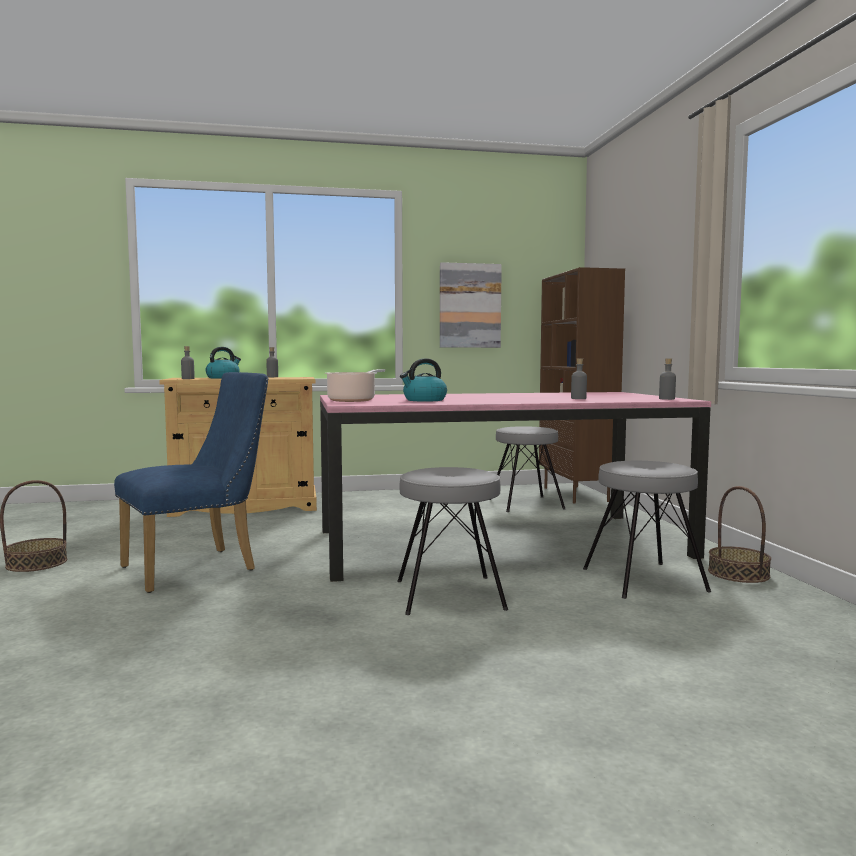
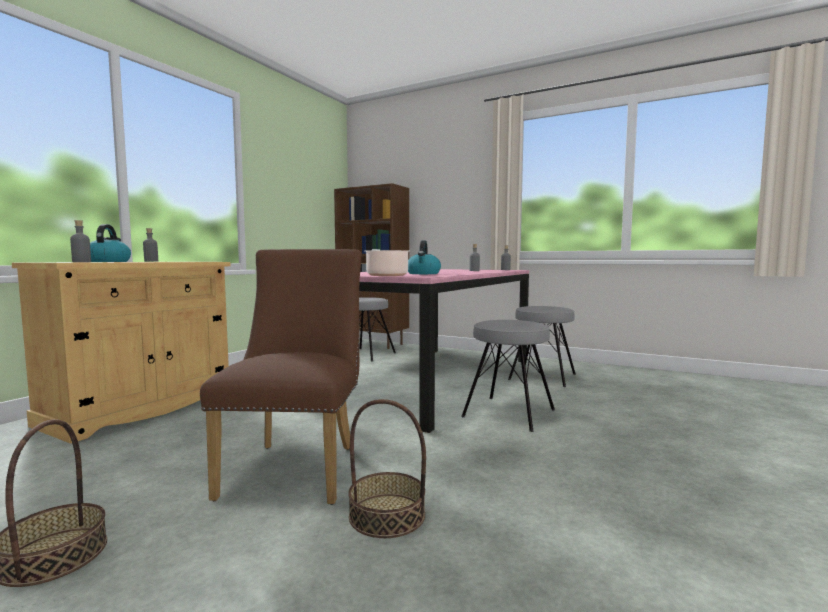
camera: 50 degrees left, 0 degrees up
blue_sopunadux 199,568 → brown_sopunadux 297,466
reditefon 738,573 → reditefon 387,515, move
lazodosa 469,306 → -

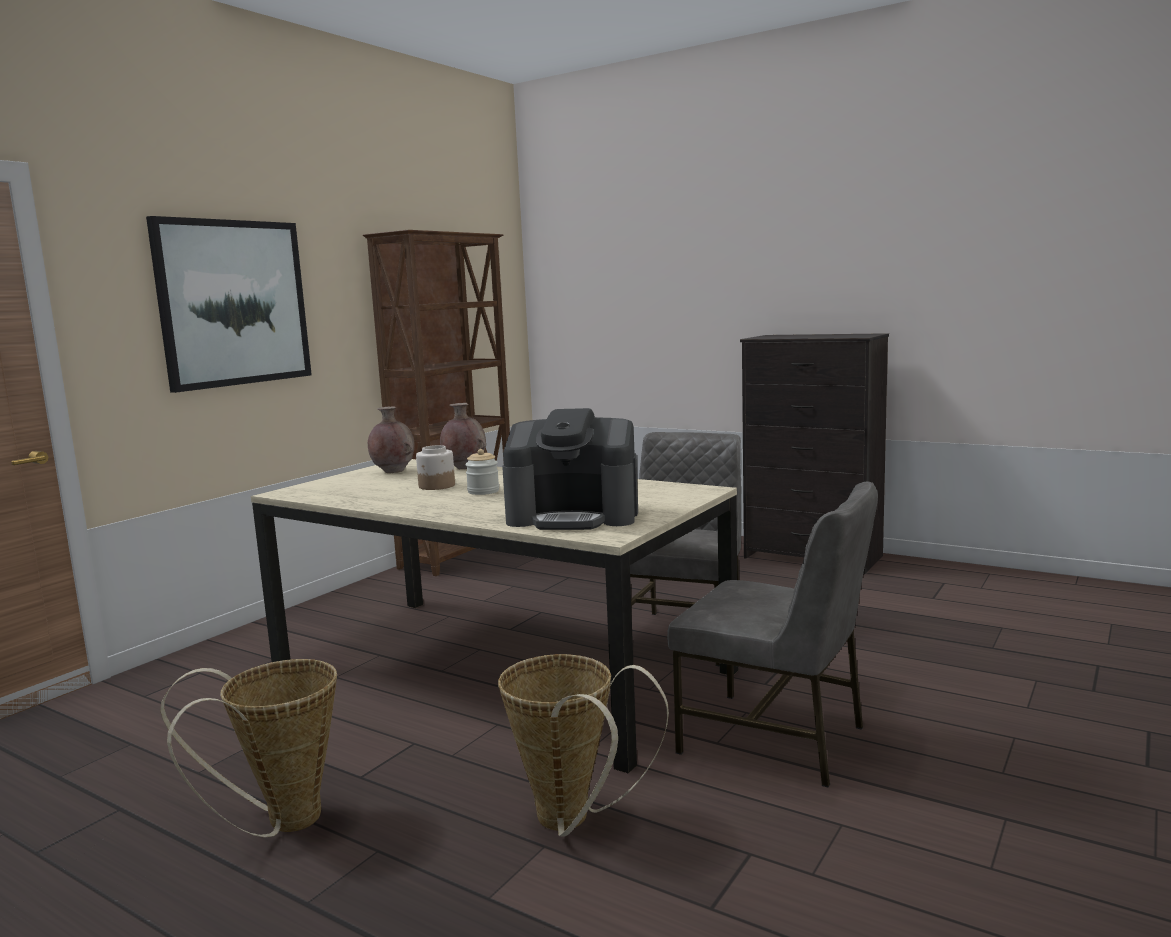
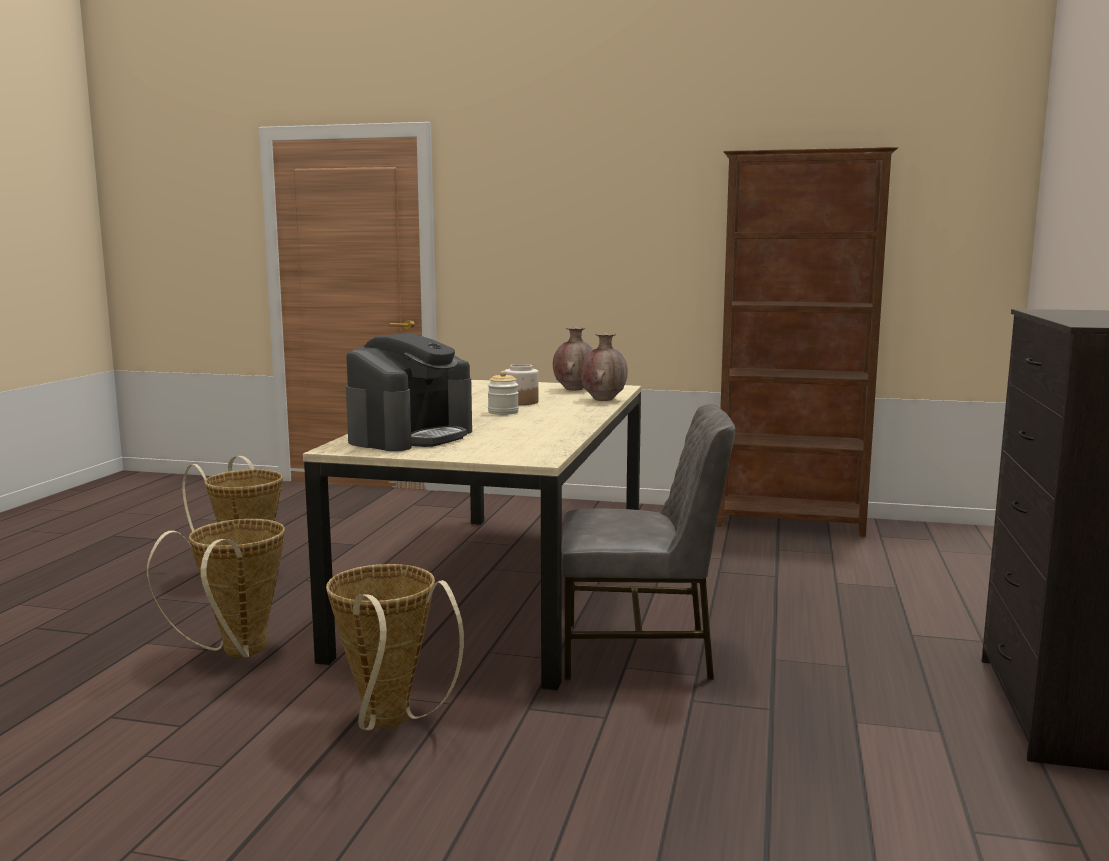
camera: 70 degrees right, 0 degrees up
grey_sopunadux 775,739 → reditefon 390,723
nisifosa 574,516 → nisifosa 411,436, 135 degrees counterclockwise
lazodosa 233,303 → -

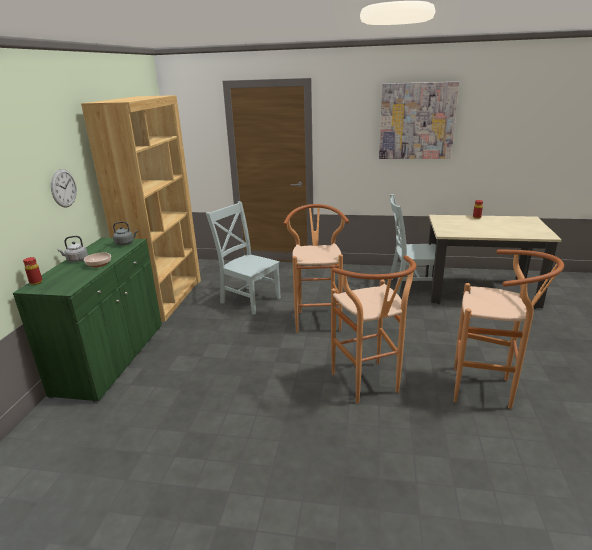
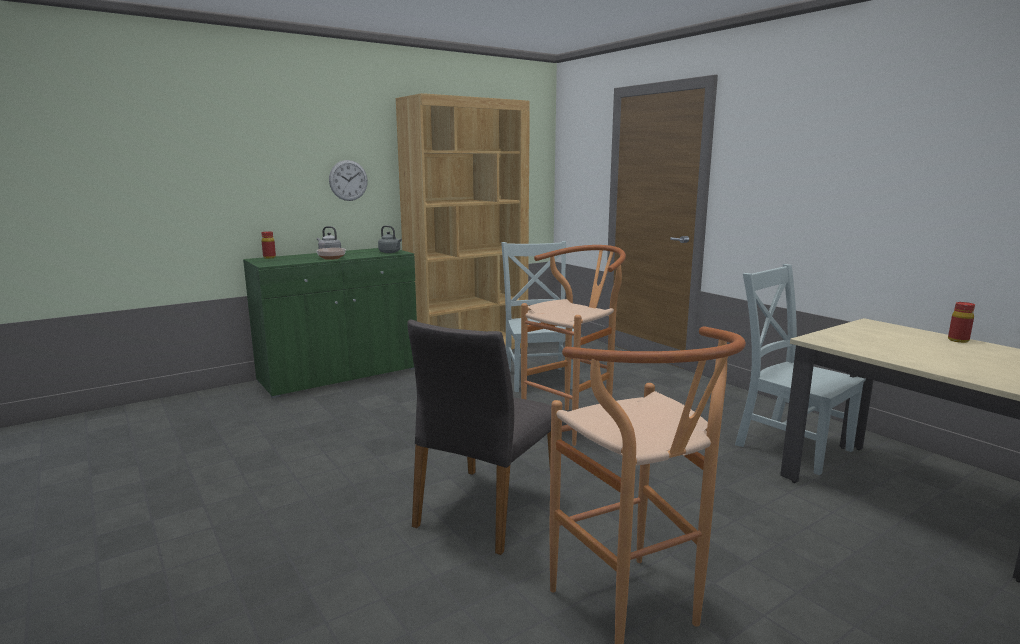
camera: 45 degrees right, 10 degrees down
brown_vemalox 369,386 → grey_sopunadux 485,509
lazodosa 417,121 → -

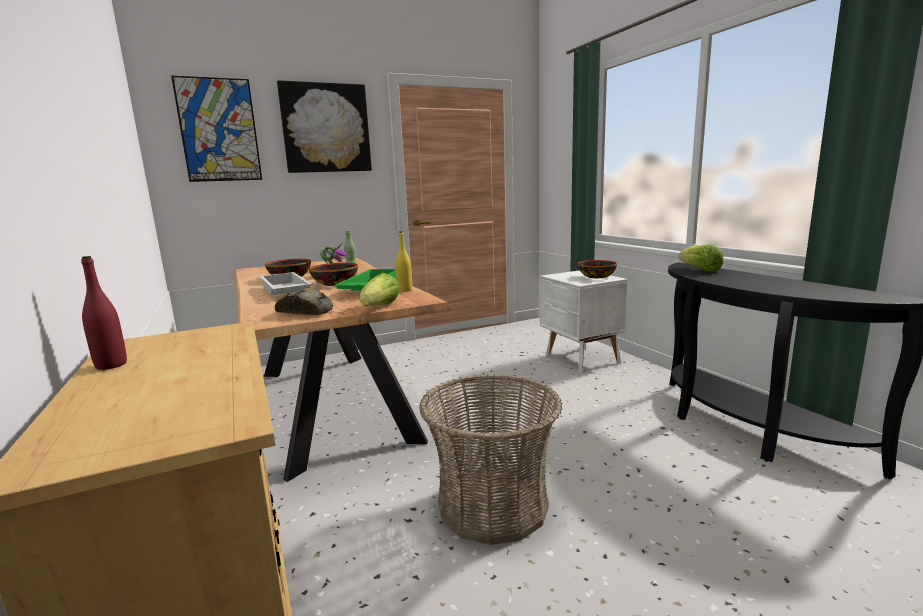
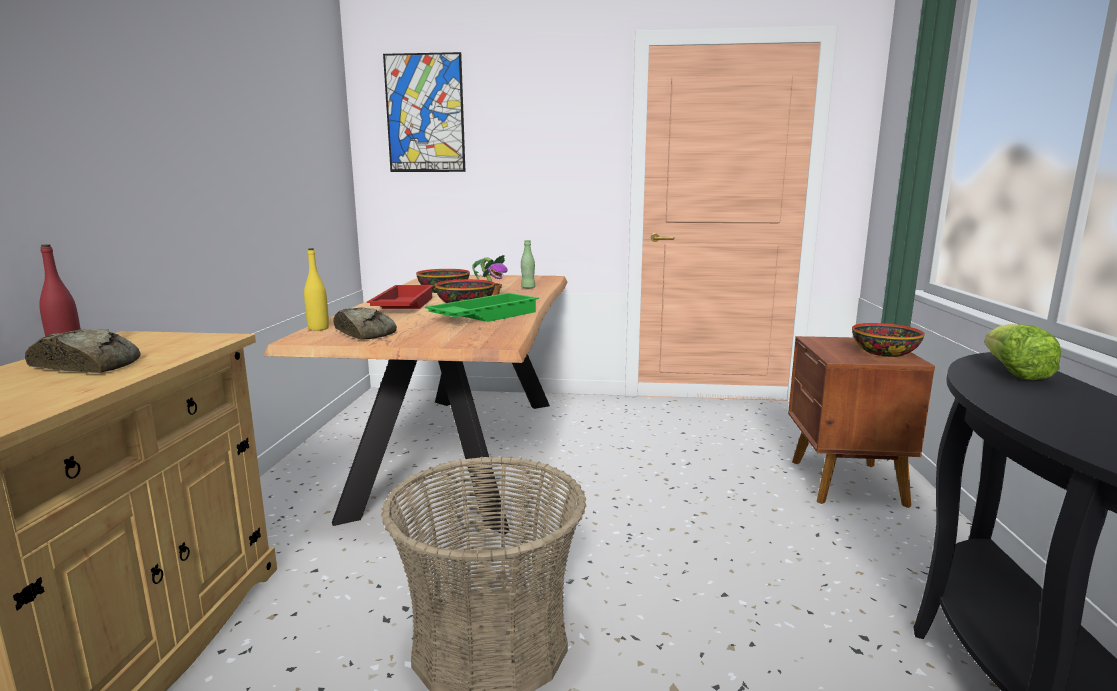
camera: 30 degrees right, 0 degrees up
- → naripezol 88,365
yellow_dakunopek 404,290 → yellow_dakunopek 318,328, move
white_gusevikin 284,291 → red_gusevikin 402,306
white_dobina 581,359 → brown_dobina 845,483
lazodosa 326,128 → -
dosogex 380,307 → -

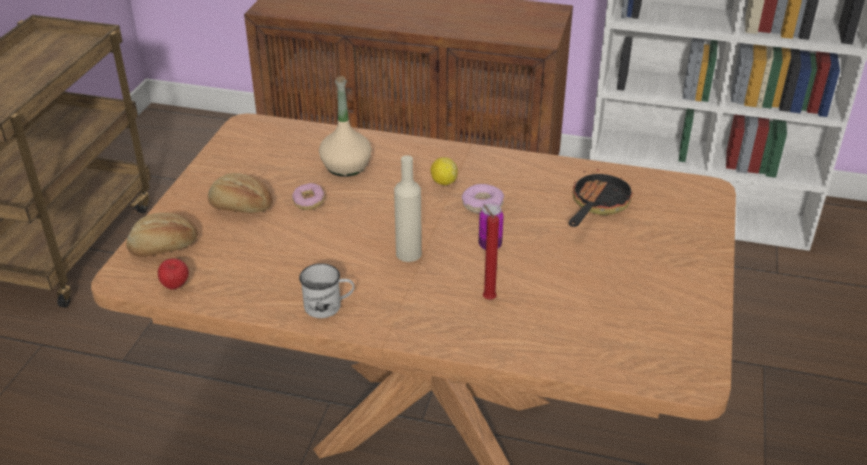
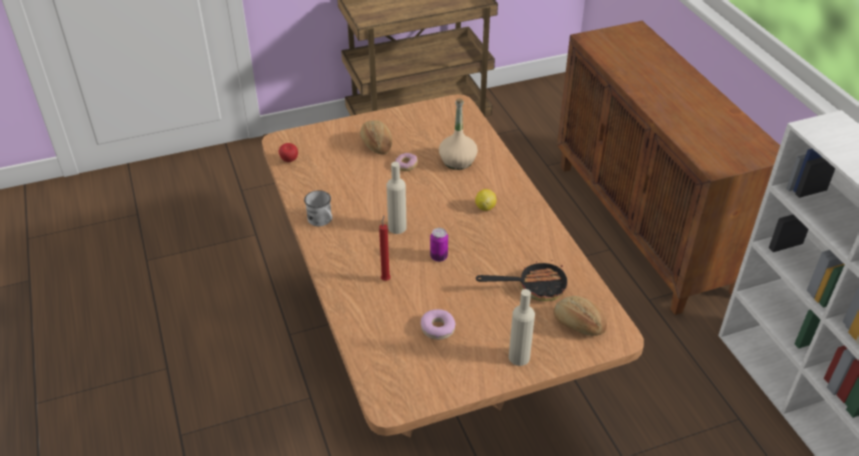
camera: 55 degrees right, 5 degrees up
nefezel 482,204 → nefezel 437,328, move
- → beige_dakunopek 519,357
naripezol 164,248 → naripezol 578,325, move

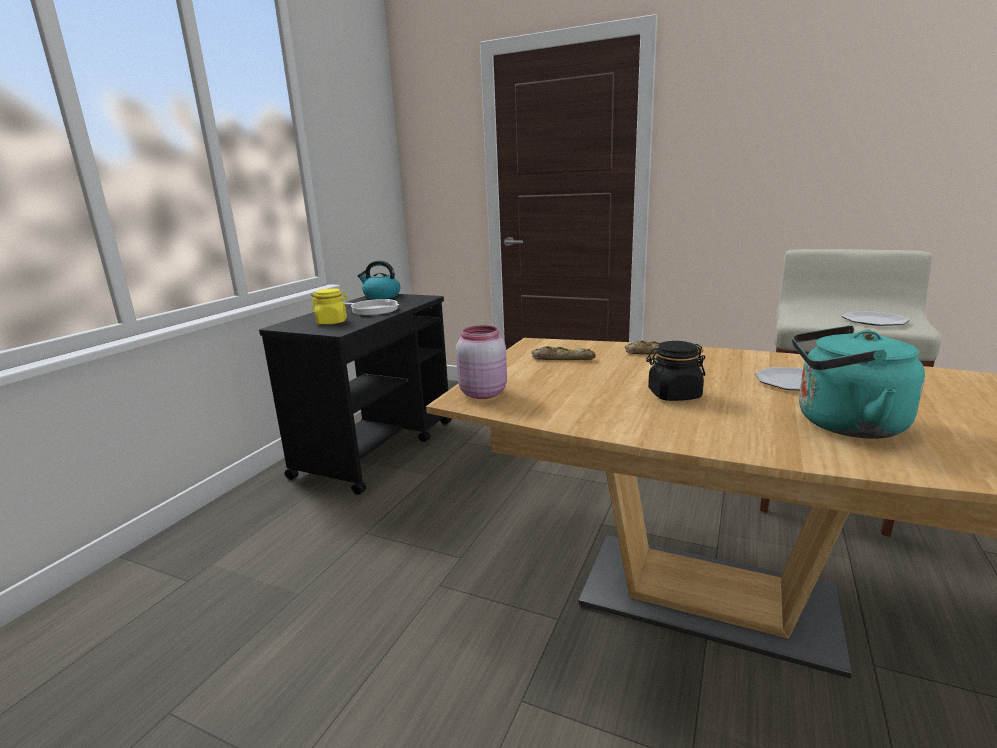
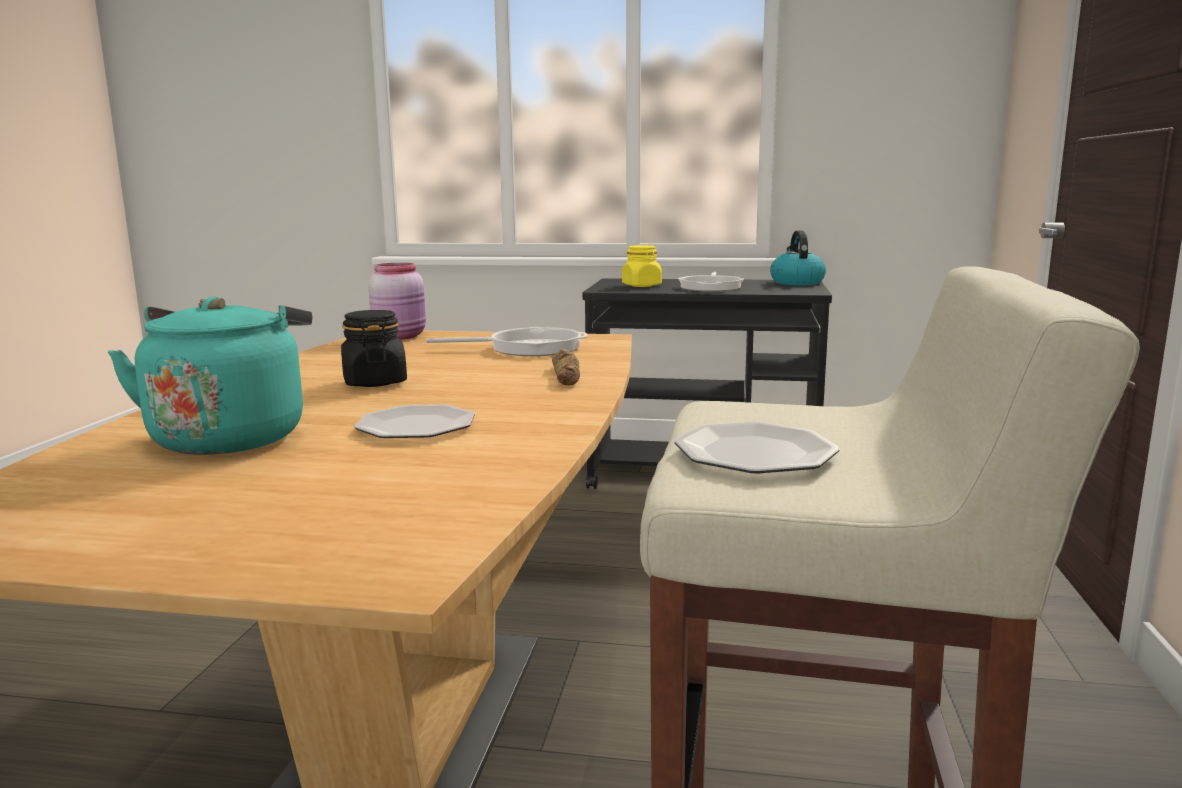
camera: 75 degrees right, 5 degrees down
naripezol 563,359 → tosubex 528,348

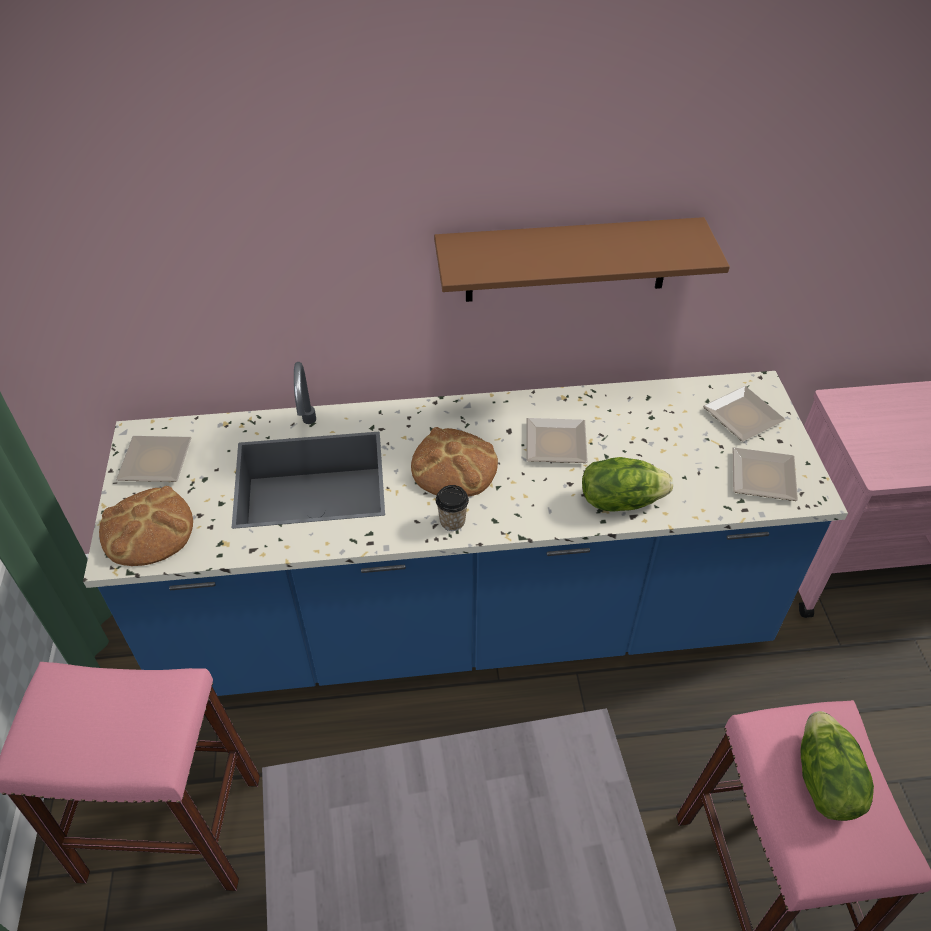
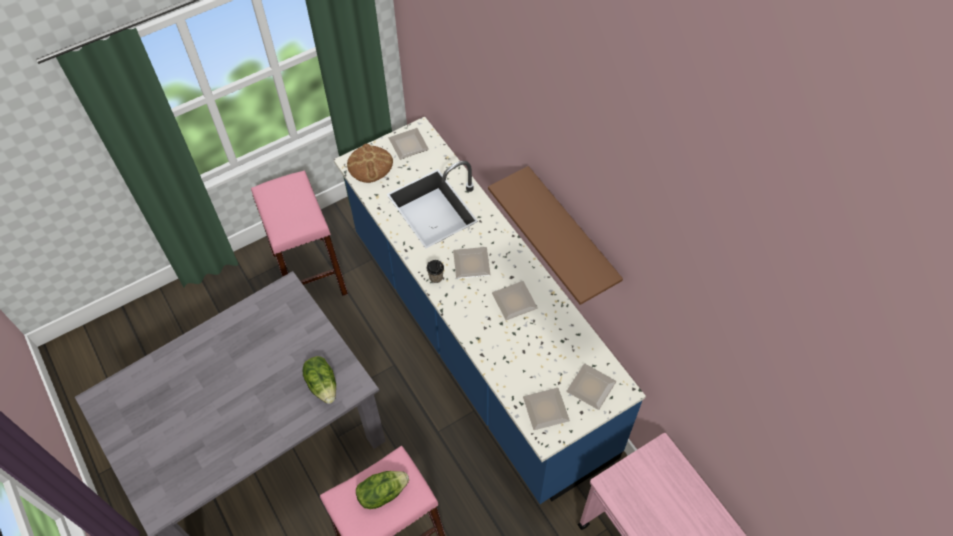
camera: 65 degrees right, 10 degrees up
dosogex 620,500 → dosogex 323,384, move
naripezol 454,466 → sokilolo 472,263

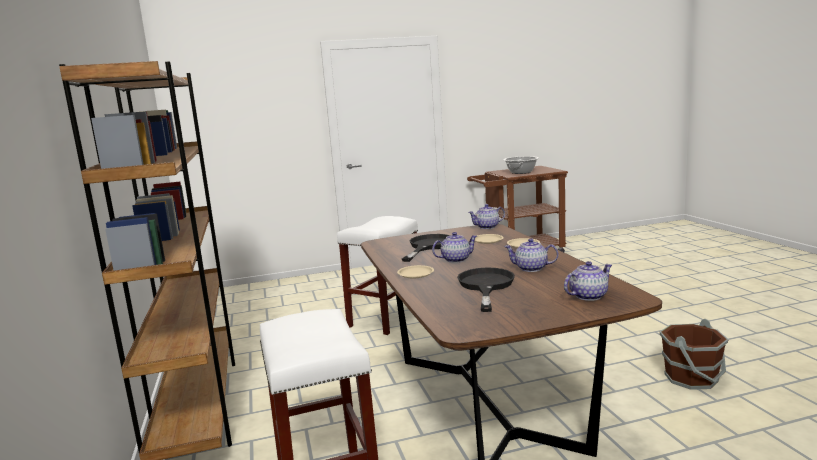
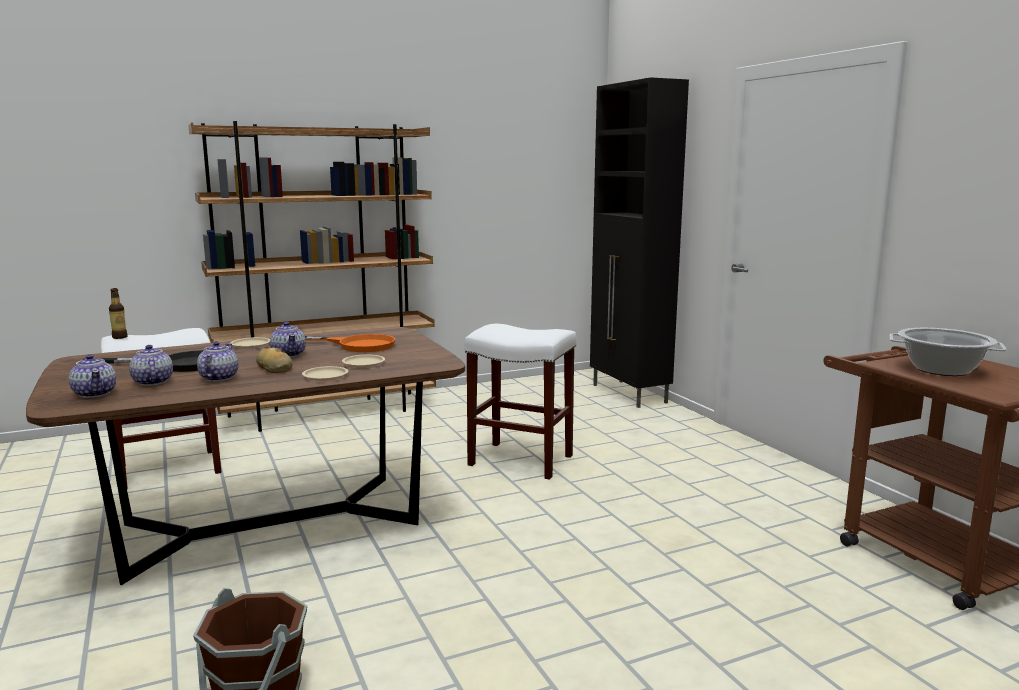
camera: 80 degrees right, 0 degrees up
- → dakunopek 120,337
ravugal 487,227 → ravugal 152,382, move
- → naripezol 274,368
black_tosubex 428,246 → orange_tosubex 357,345
- → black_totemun 629,394

